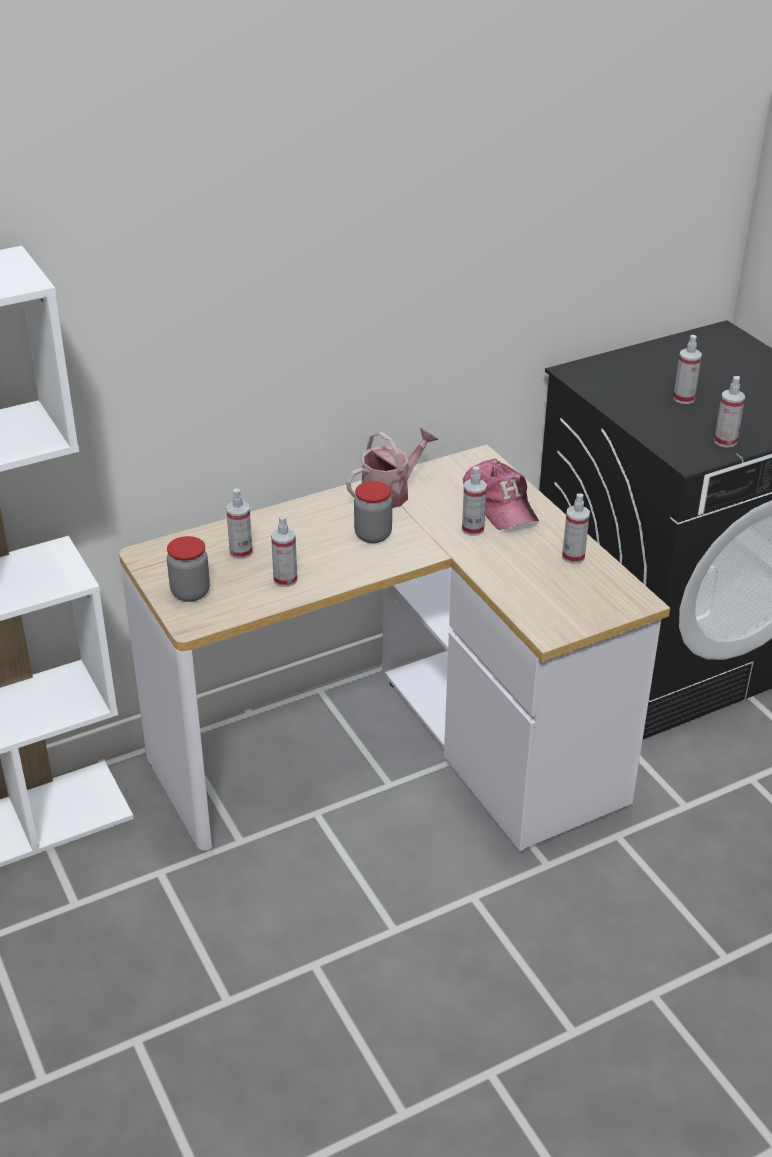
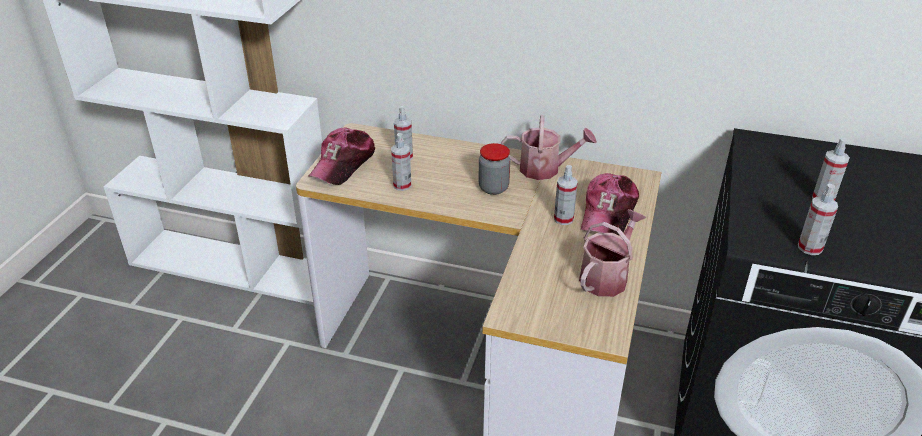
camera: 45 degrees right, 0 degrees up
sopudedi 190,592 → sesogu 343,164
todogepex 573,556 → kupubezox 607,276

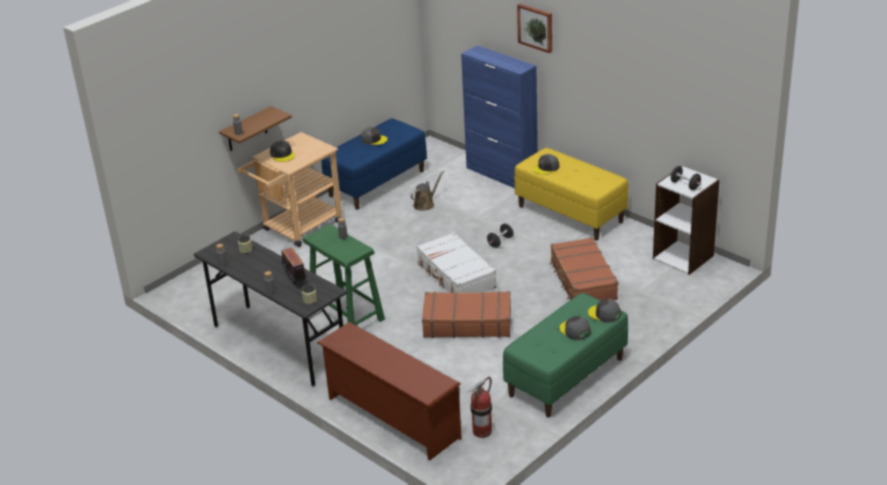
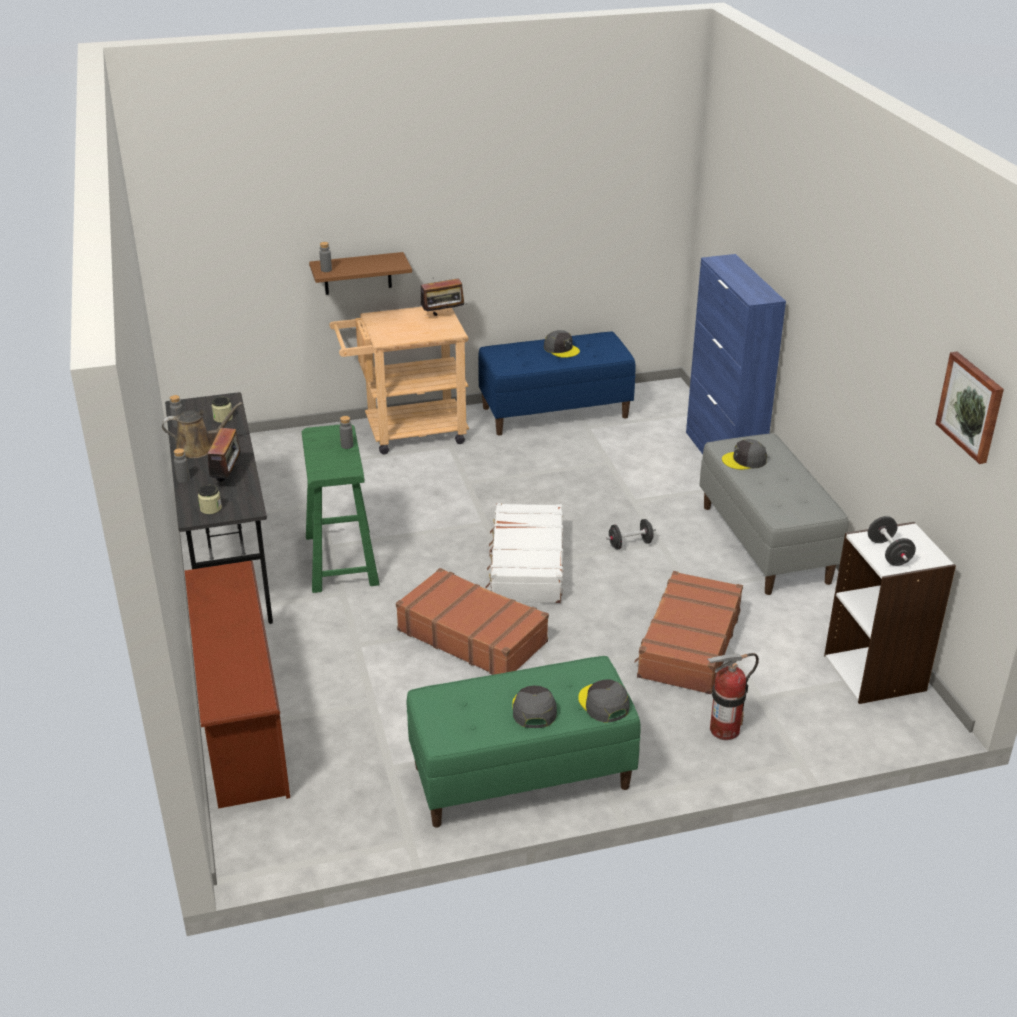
camera: 30 degrees right, 0 degrees up
brown_kupubezox 425,204 → brown_kupubezox 199,448, move
- → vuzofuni 443,316
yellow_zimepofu 571,214 → grey_zimepofu 766,544
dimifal 482,431 → dimifal 724,730, move
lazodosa 536,27 → lazodosa 971,406, move
grey_sesogu 282,155 → -

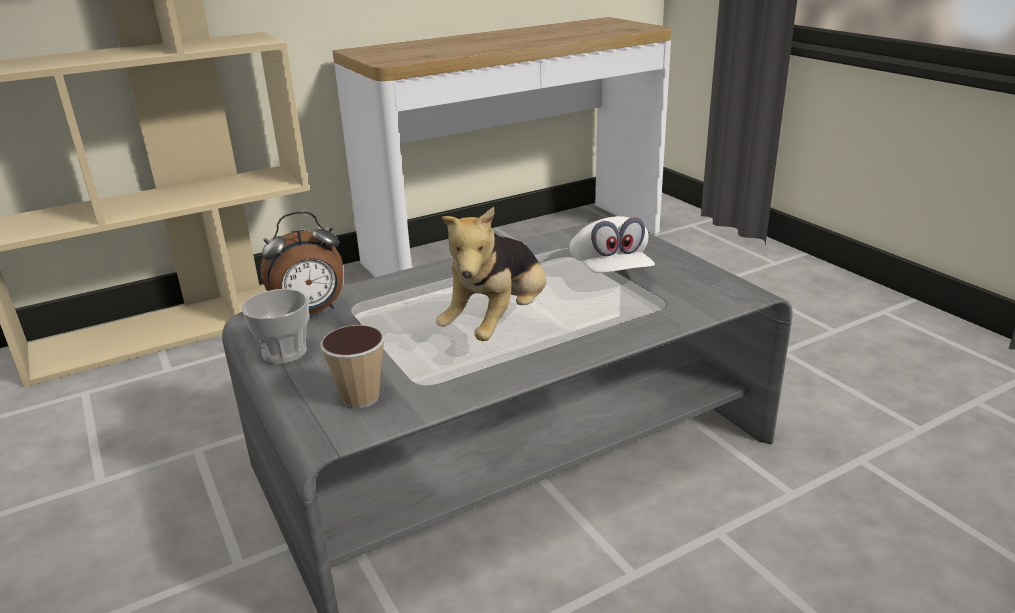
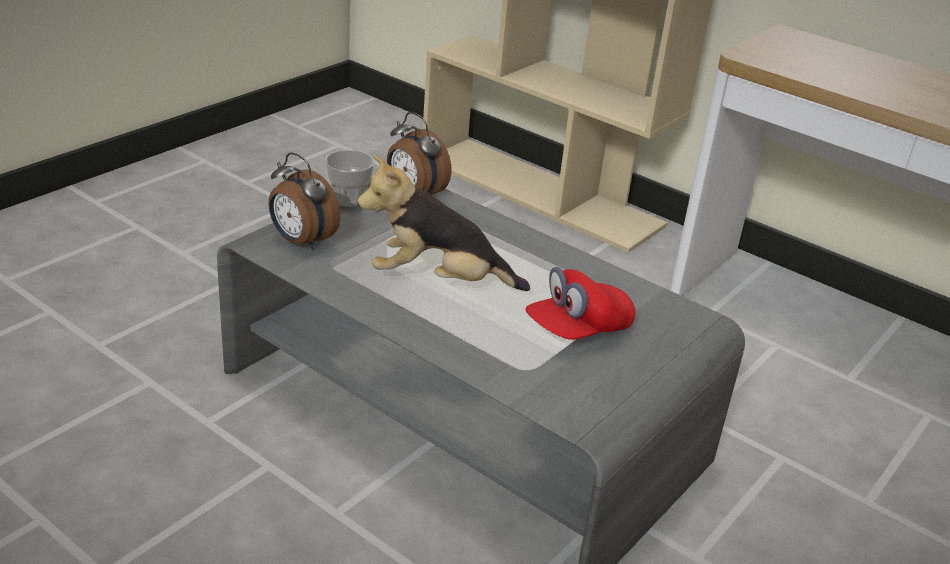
camera: 65 degrees right, 5 degrees up
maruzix 360,398 → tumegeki 301,241
white_sesogu 610,272 → red_sesogu 578,329

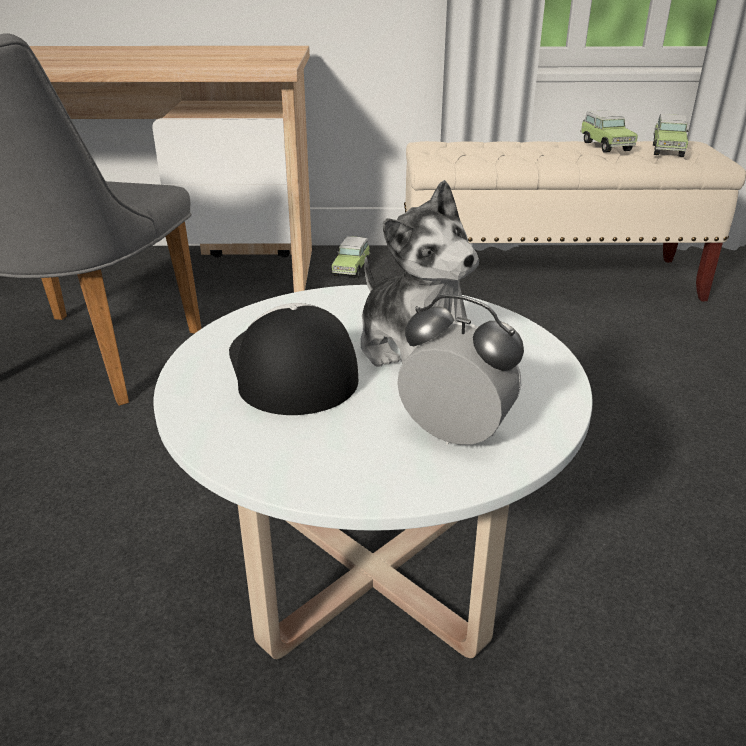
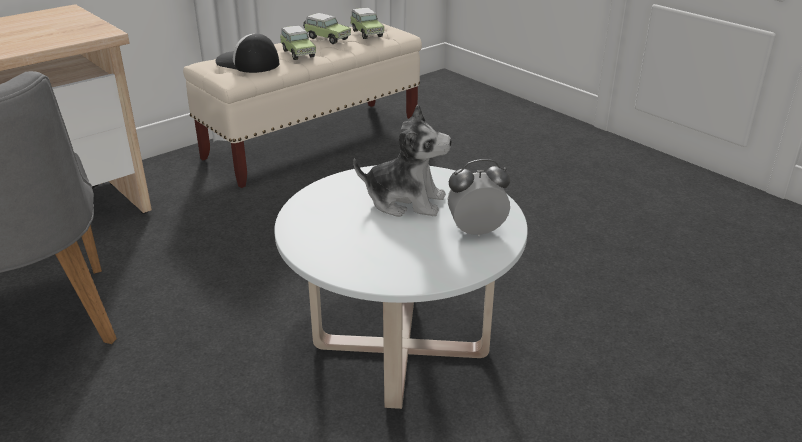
camera: 40 degrees left, 0 degrees up
sesogu 290,368 → sesogu 247,63, move
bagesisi 352,269 → bagesisi 297,53, move

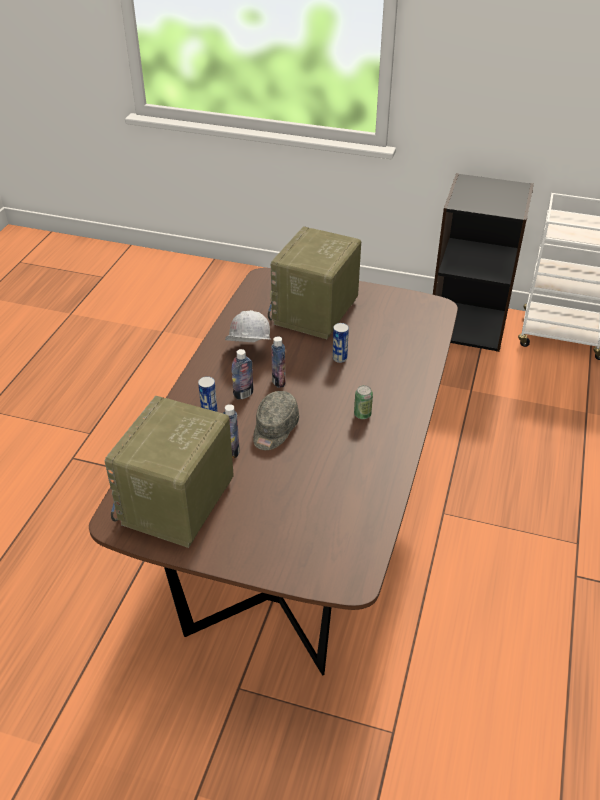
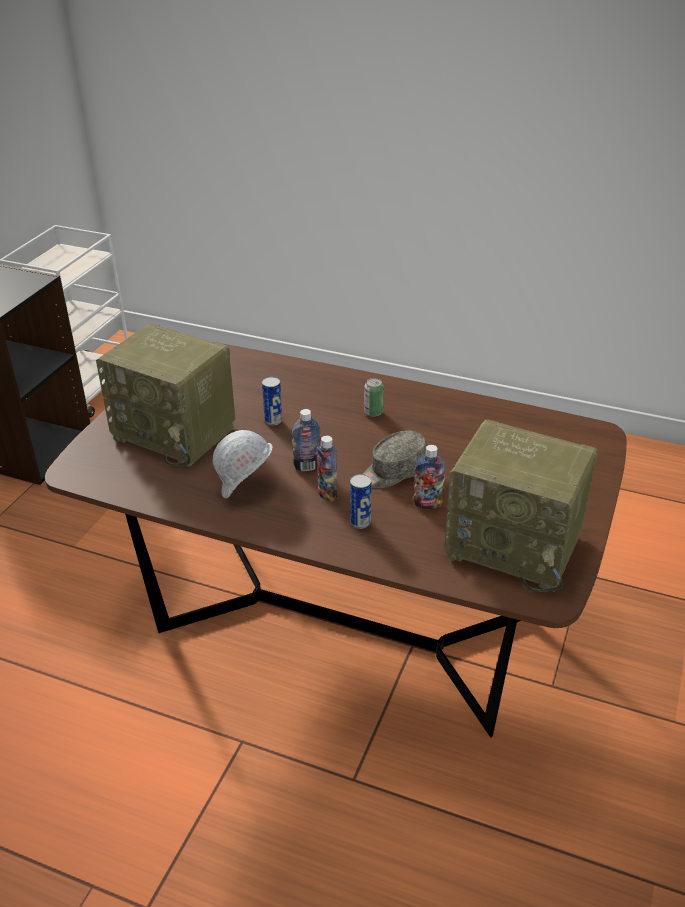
camera: 85 degrees left, 5 degrees down
grey_sesogu 274,429 → grey_sesogu 394,472, 120 degrees clockwise

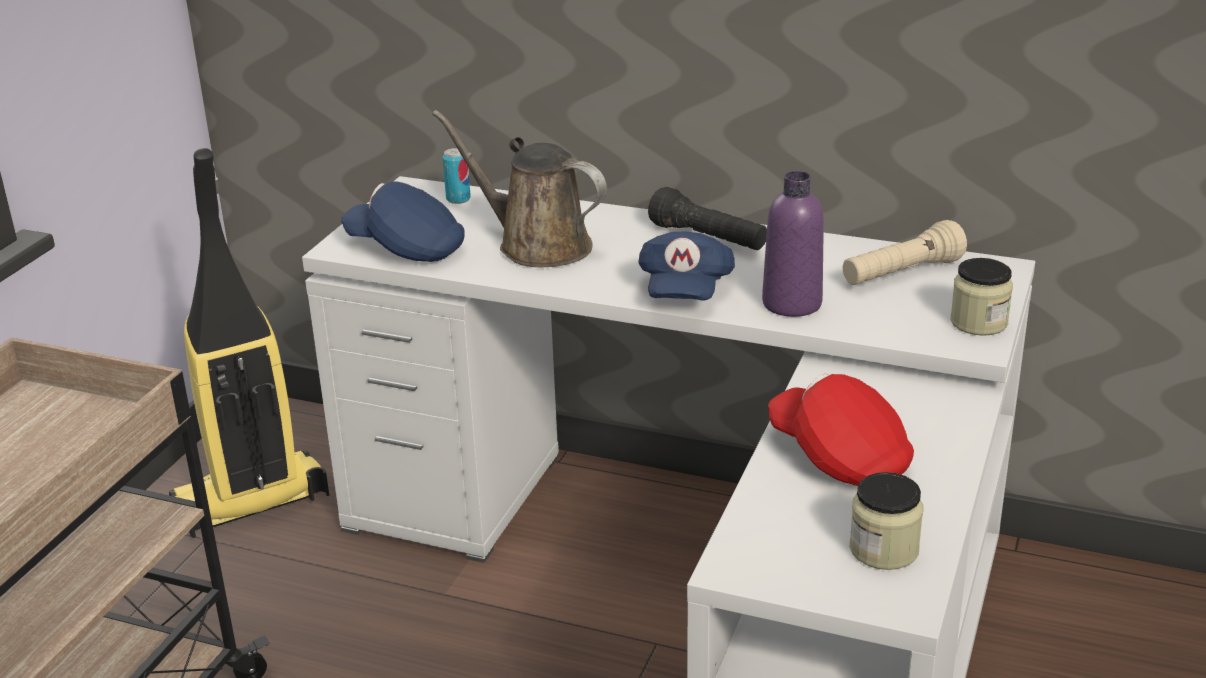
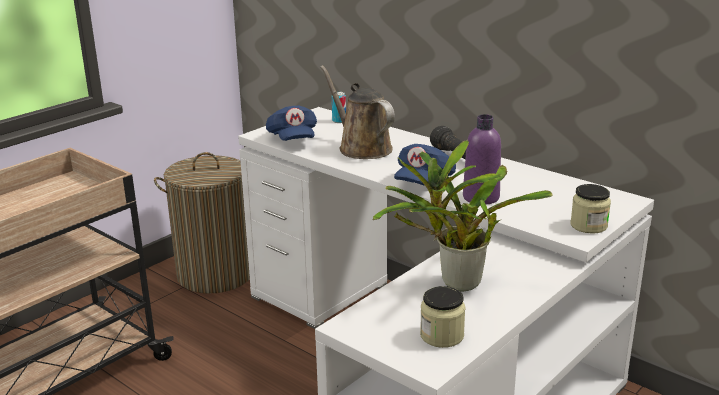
camera: 20 degrees right, 5 degrees down
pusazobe 251,503 → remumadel 215,274
blue_sesogu 407,249 → blue_sesogu 293,139, 150 degrees counterclockwise
red_sesogu 839,457 → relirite 455,283
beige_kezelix 901,274 → -

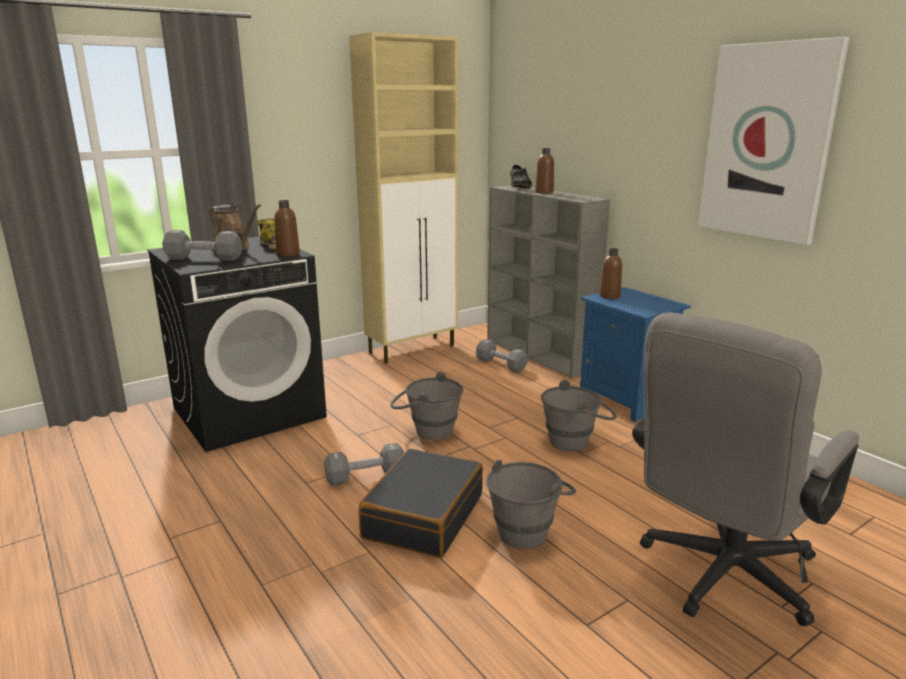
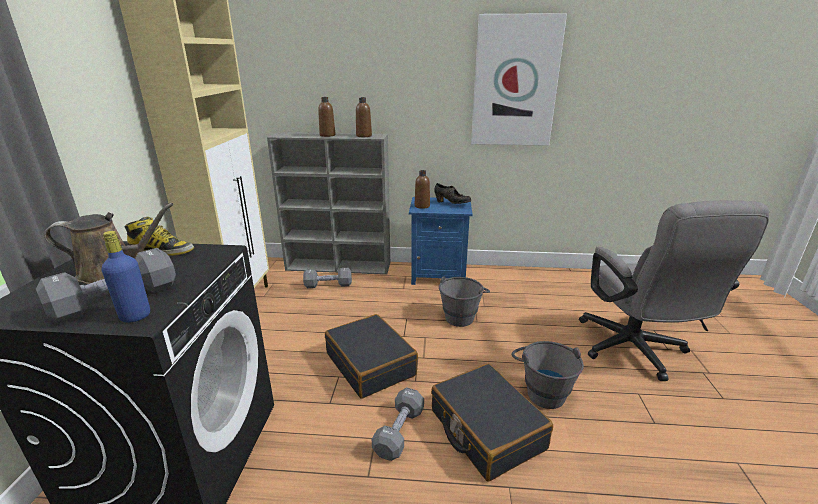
camera: 50 degrees left, 5 degrees up
- → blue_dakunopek 135,316
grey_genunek 426,430 → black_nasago 371,364
brown_dakunopek 288,254 → brown_dakunopek 364,136, move
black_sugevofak 520,188 → black_sugevofak 452,203, move

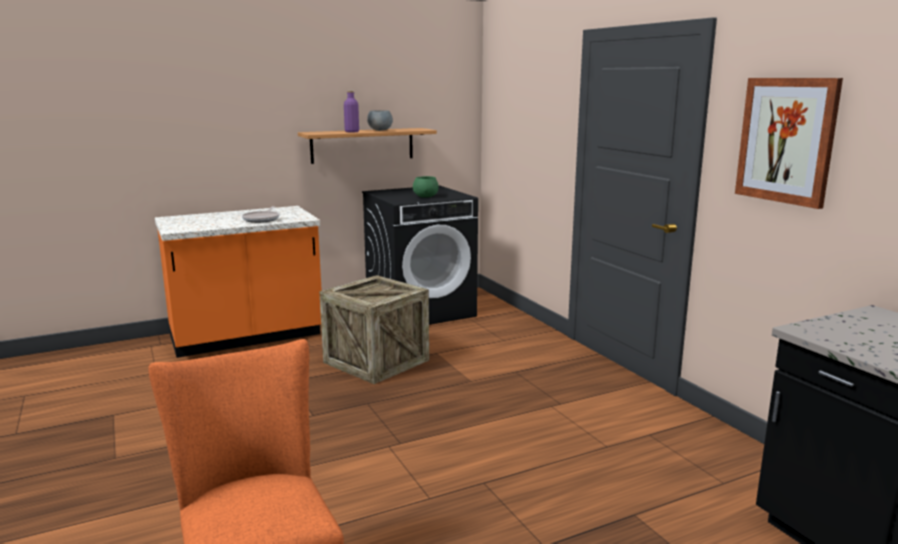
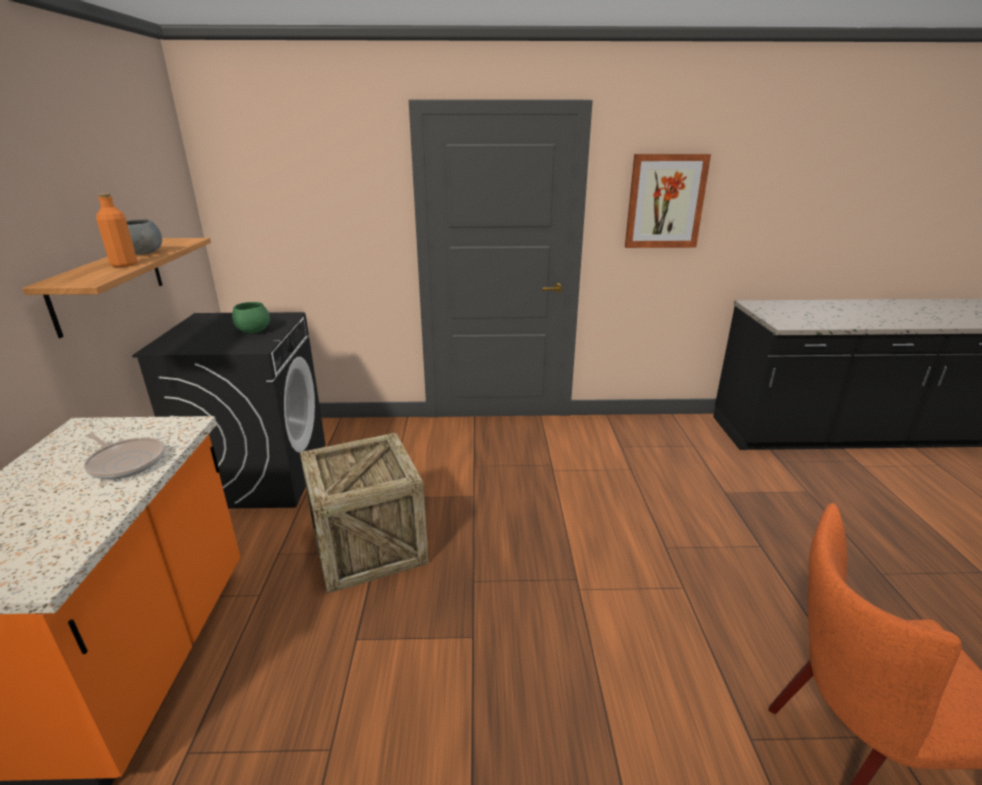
camera: 65 degrees left, 10 degrees up
purple_dakunopek 352,132 → orange_dakunopek 124,265

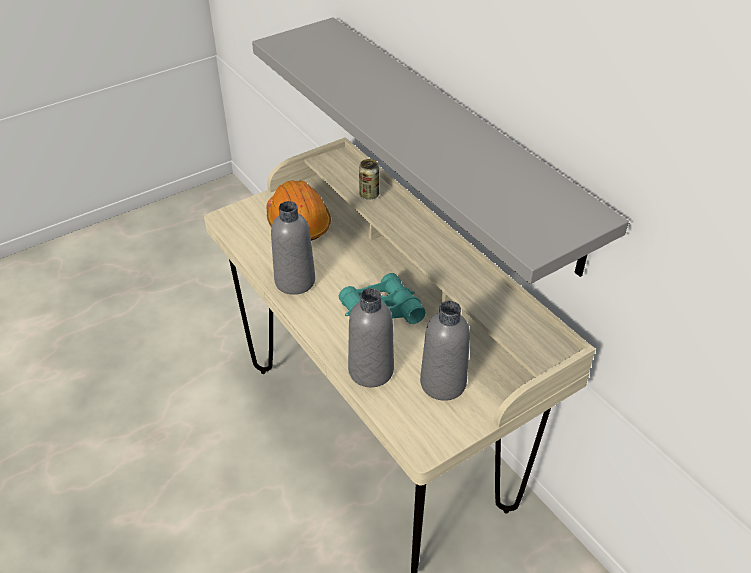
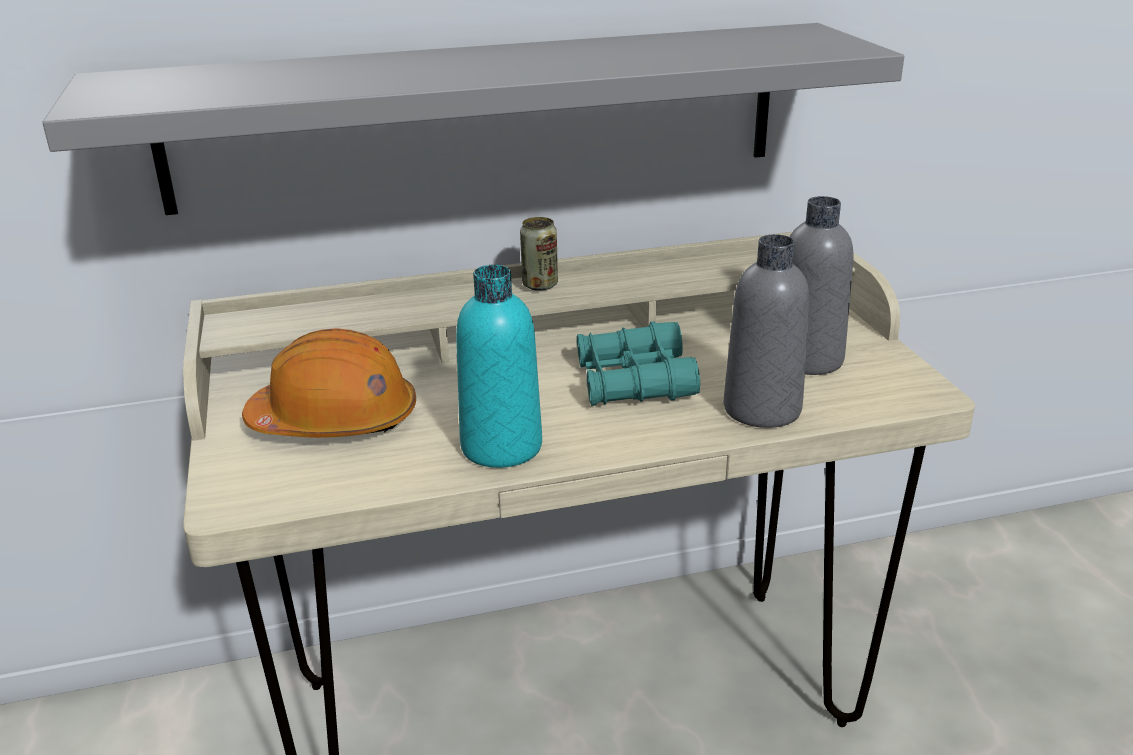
camera: 70 degrees left, 15 degrees down
grey_dakunopek 295,281 → turquoise_dakunopek 501,447
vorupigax 369,194 → vorupigax 540,285, move

